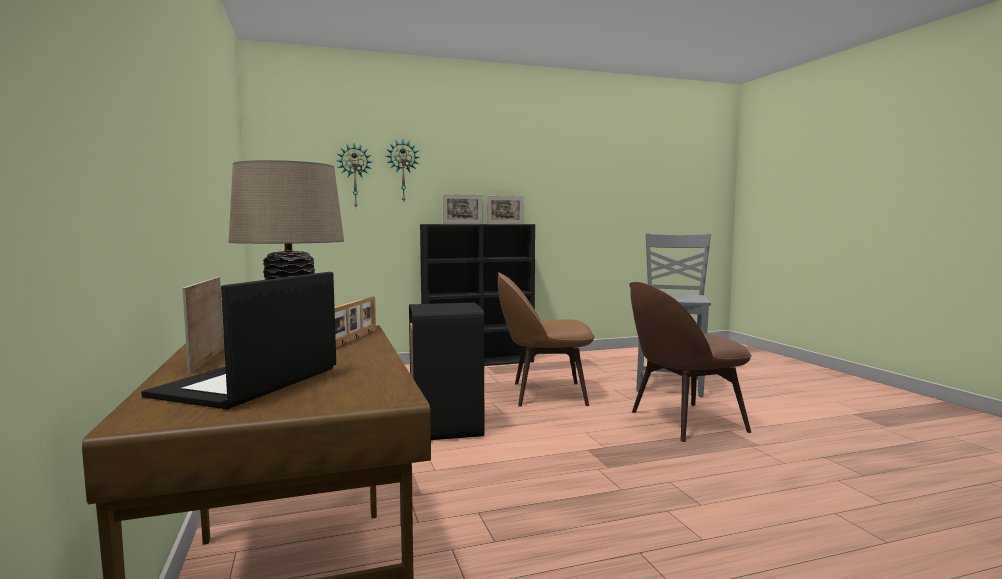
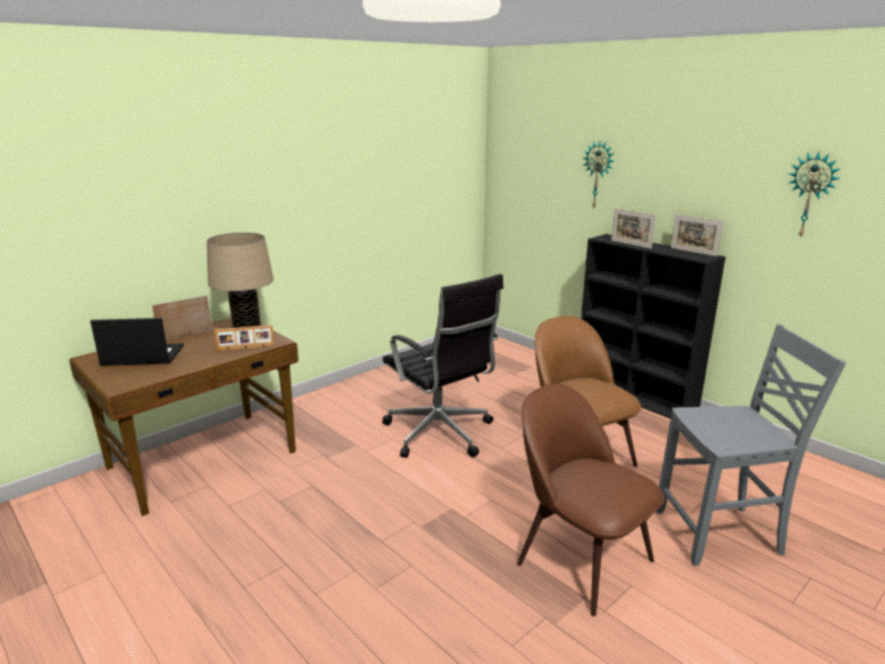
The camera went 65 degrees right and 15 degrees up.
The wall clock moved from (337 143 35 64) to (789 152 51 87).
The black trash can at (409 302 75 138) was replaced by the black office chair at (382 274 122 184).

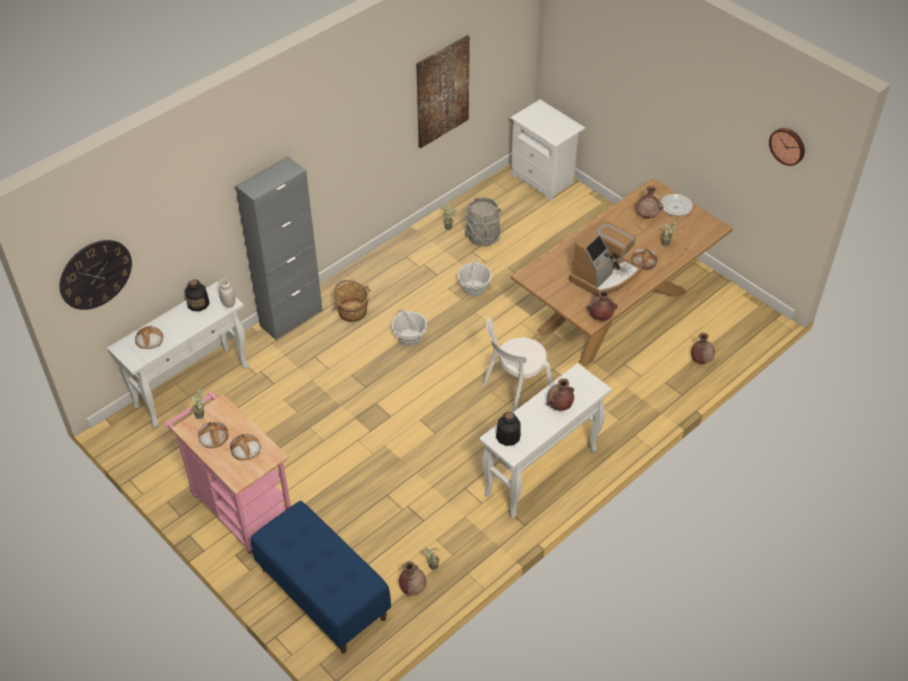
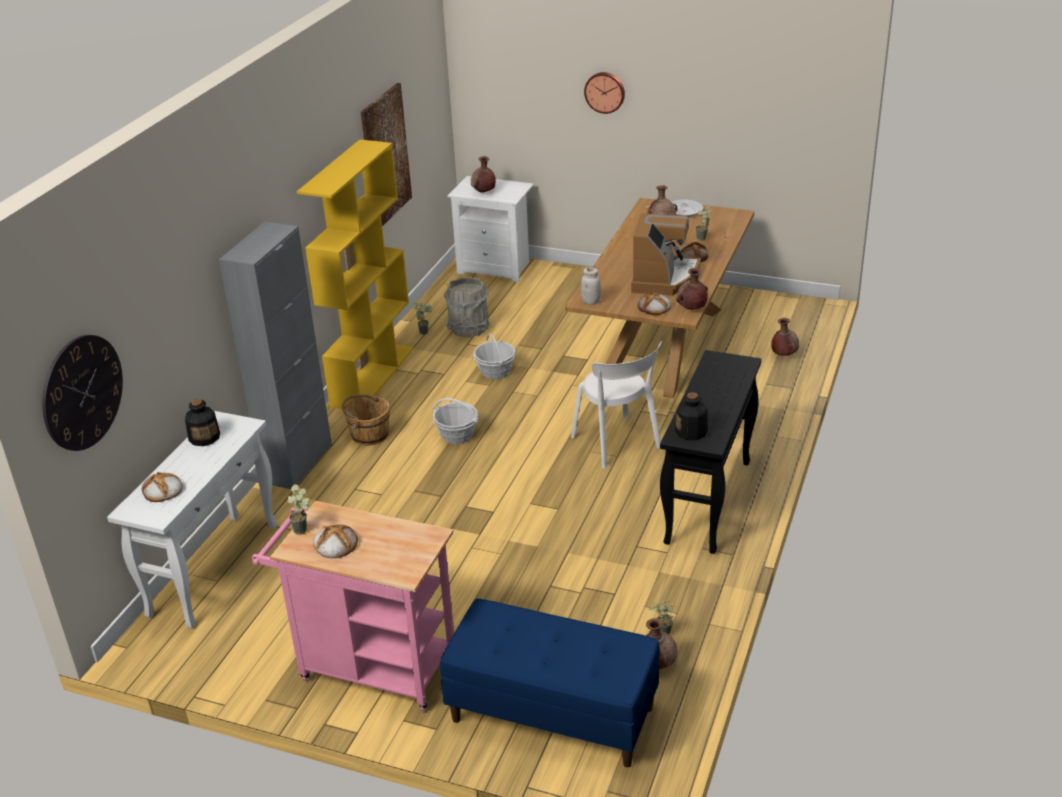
The camera went 25 degrees left and 15 degrees down.
The white jar moved from (219 279 16 29) to (581 267 20 38).
The bread moved from (230 434 31 26) to (637 293 34 22).
The white console table at (479 363 133 156) became the black console table at (660 350 102 204).
The white chair at (482 317 70 96) turned 60 degrees counterclockwise.
The brown vase moved from (546 378 28 33) to (471 156 25 37).
The wall clock moved from (769 128 36 38) to (584 72 41 42).
The yellow bookcase at (297 139 117 270) appeared.

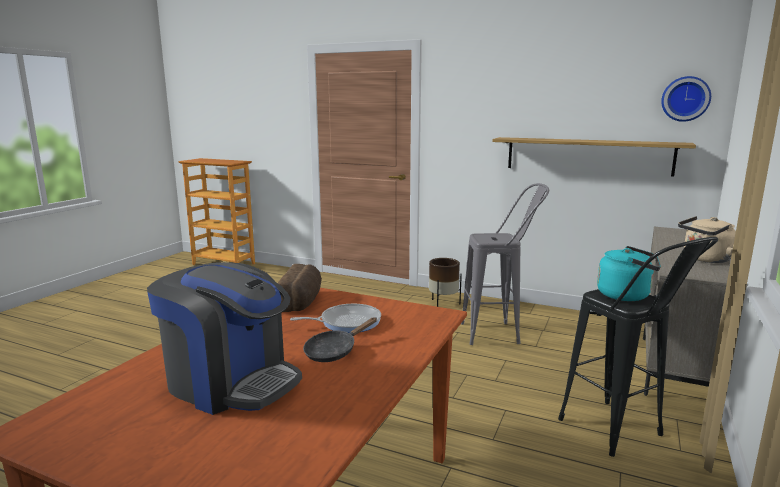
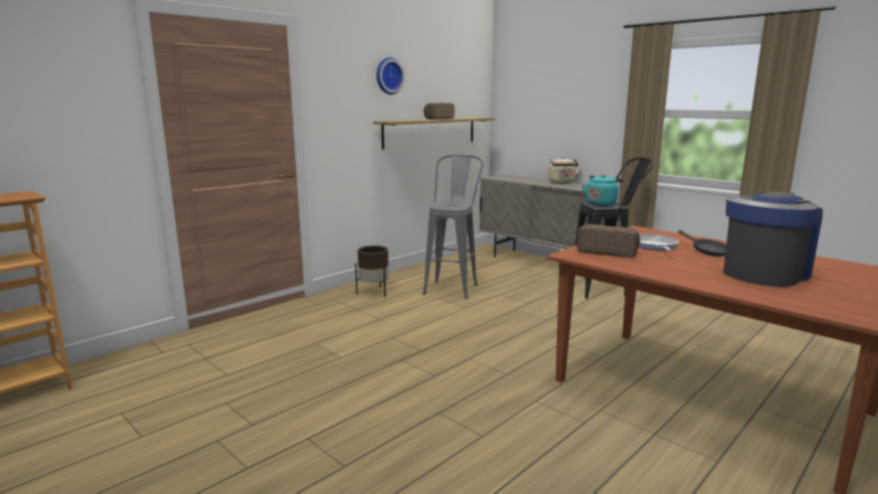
The camera went 70 degrees left and 0 degrees up.
The wall clock moved from (661 76 50 46) to (376 57 29 38).
The bread at (424 103 31 17) appeared.

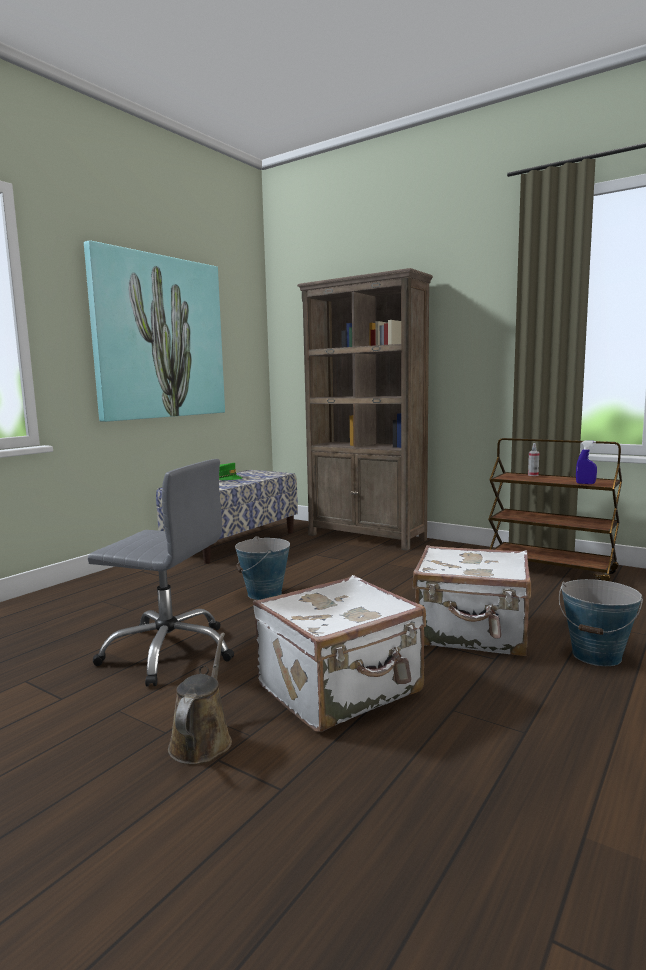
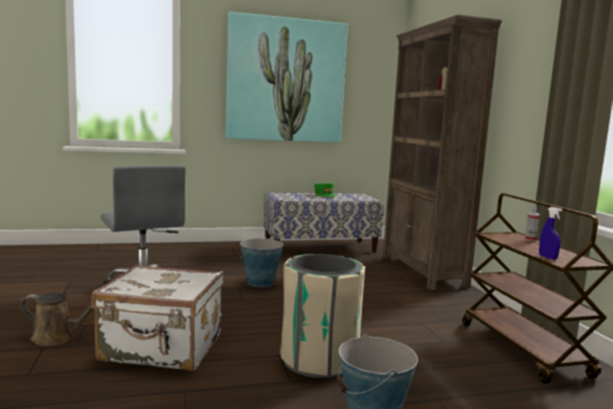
The camera went 40 degrees right and 0 degrees up.
The brown watering can at (168 633 64 132) turned 45 degrees clockwise.
The white suitcase at (413 545 118 111) was replaced by the beige trash can at (280 254 85 124).

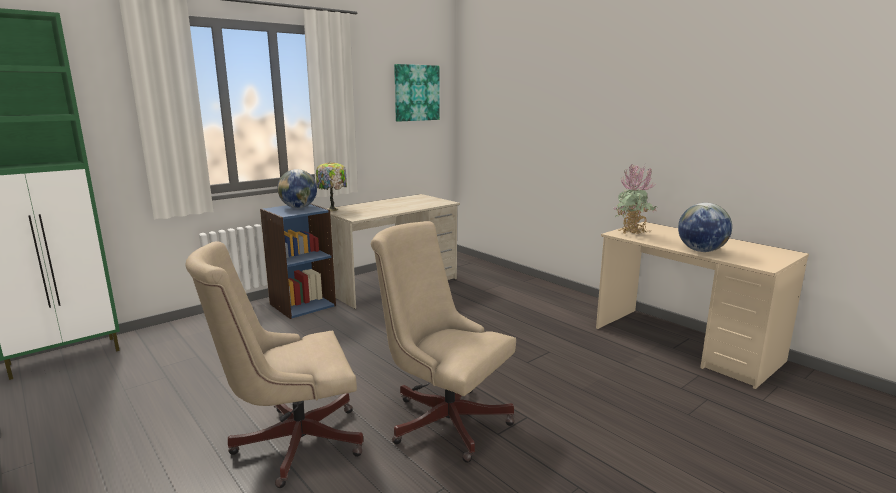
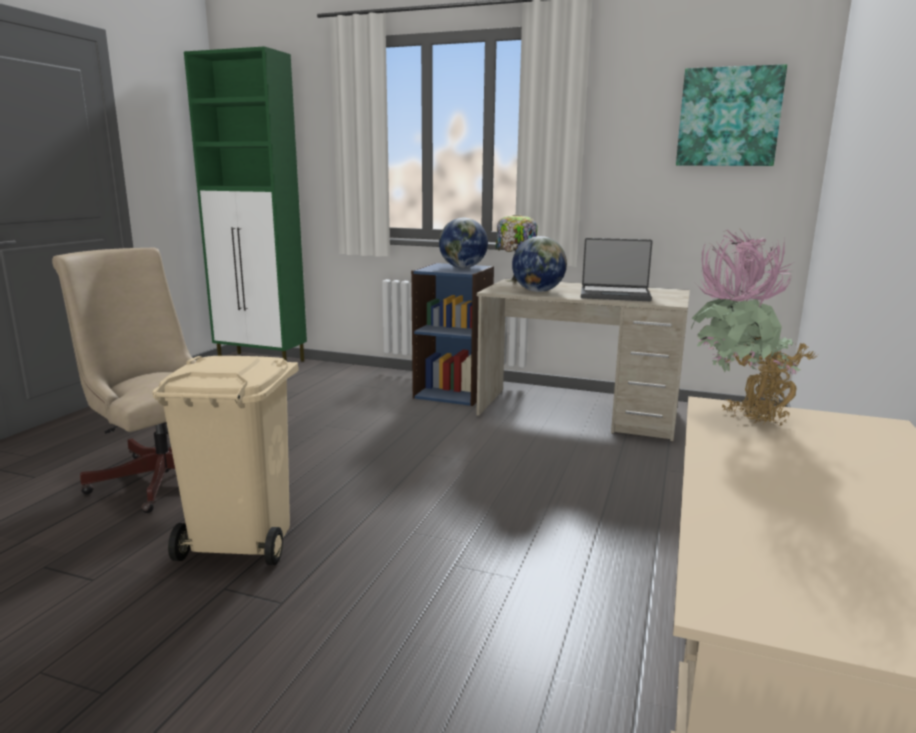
The camera went 60 degrees right and 0 degrees up.
The beige office chair at (371 221 145 242) was replaced by the beige trash can at (153 356 146 209).
The globe moved from (678 203 54 49) to (512 236 55 56).
The laptop at (581 238 72 63) appeared.

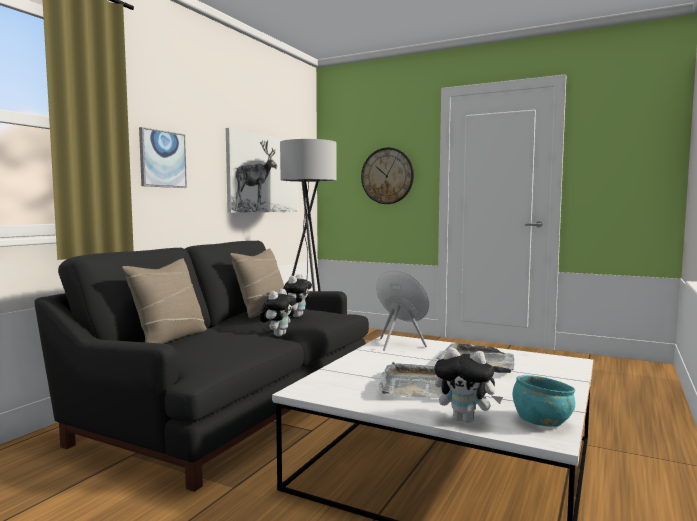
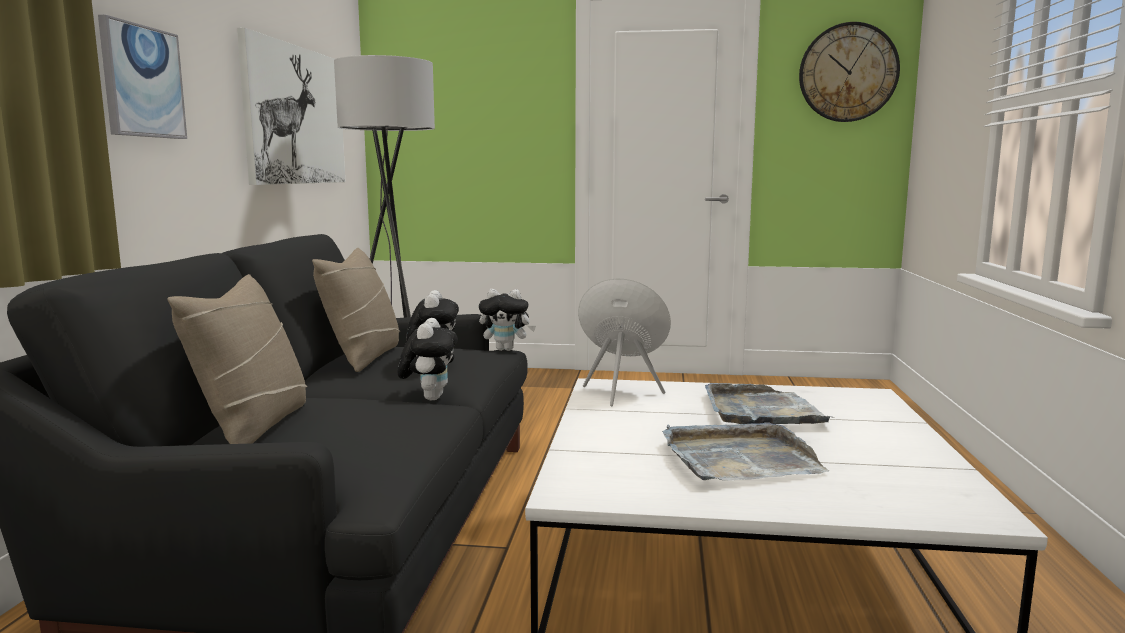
The camera went 20 degrees left and 5 degrees up.
The wall clock moved from (361 148 53 56) to (799 22 101 100).
The plush toy moved from (434 347 69 76) to (479 289 57 62).
The turquoise bowl at (513 375 62 52) disappeared.

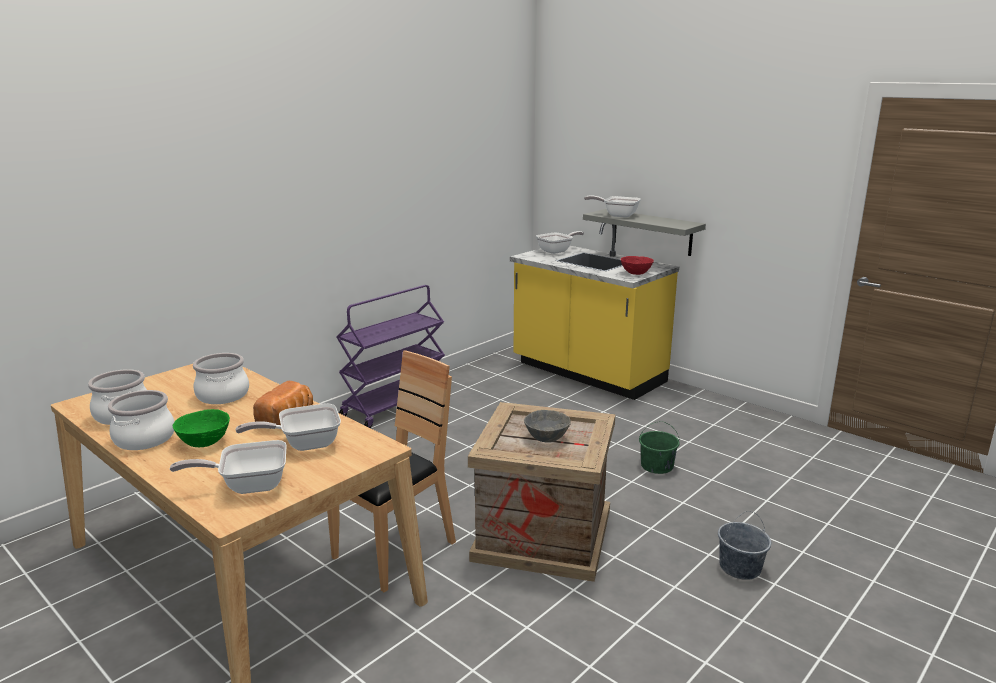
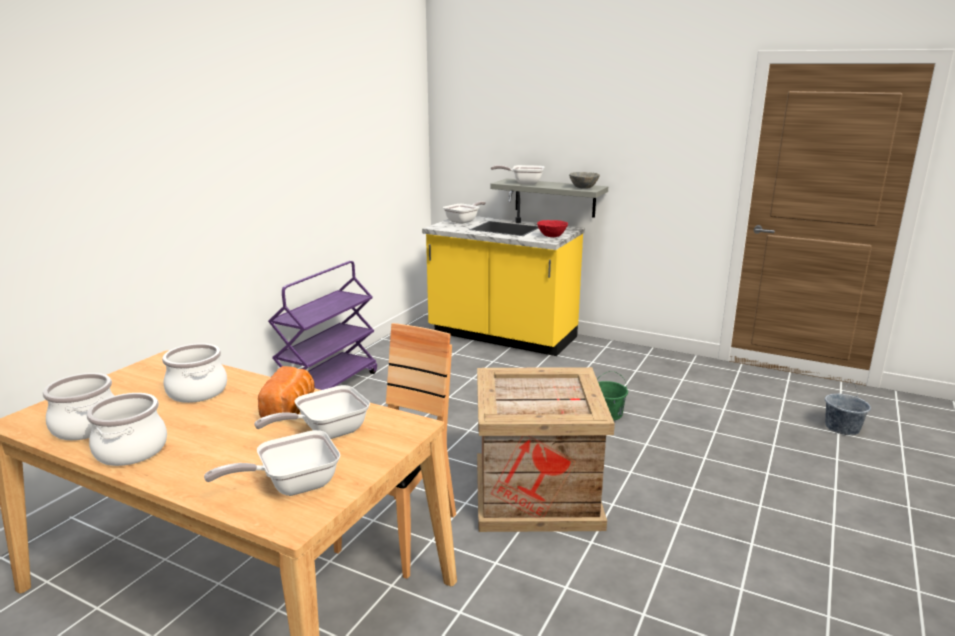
The camera went 15 degrees left and 0 degrees up.
The green bowl at (173 409 57 38) disappeared.
The grey bowl moved from (524 410 47 33) to (569 172 31 17).
The grey bucket moved from (718 511 53 69) to (825 383 46 52).

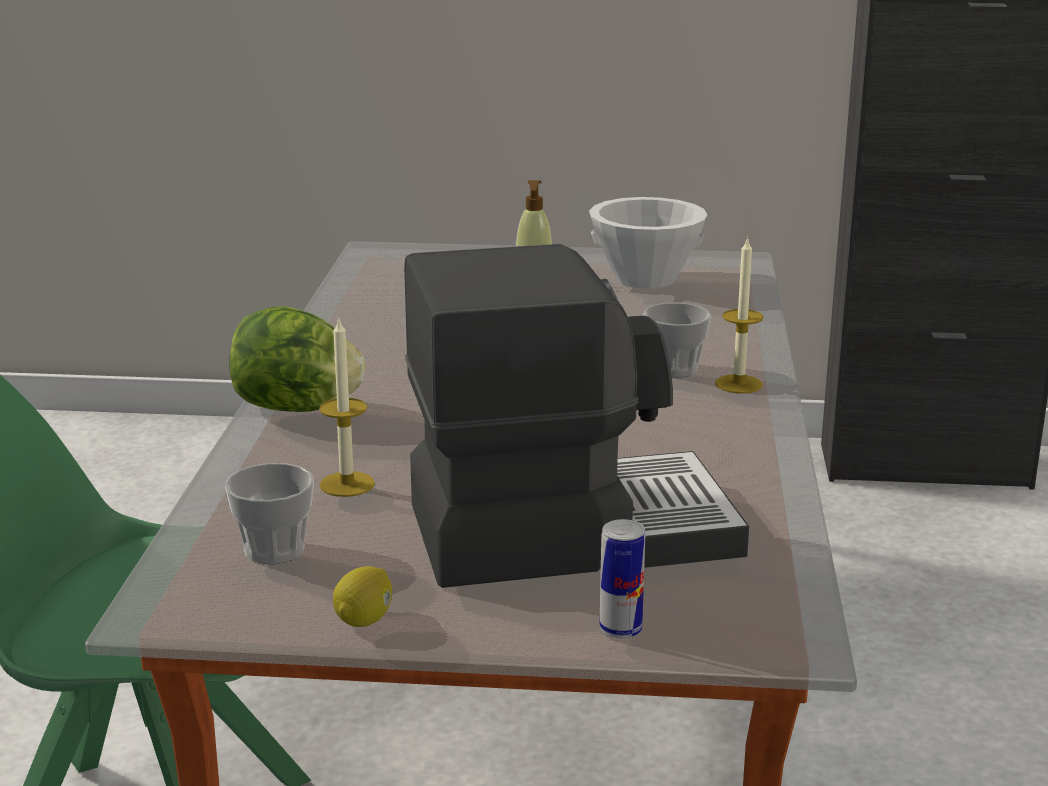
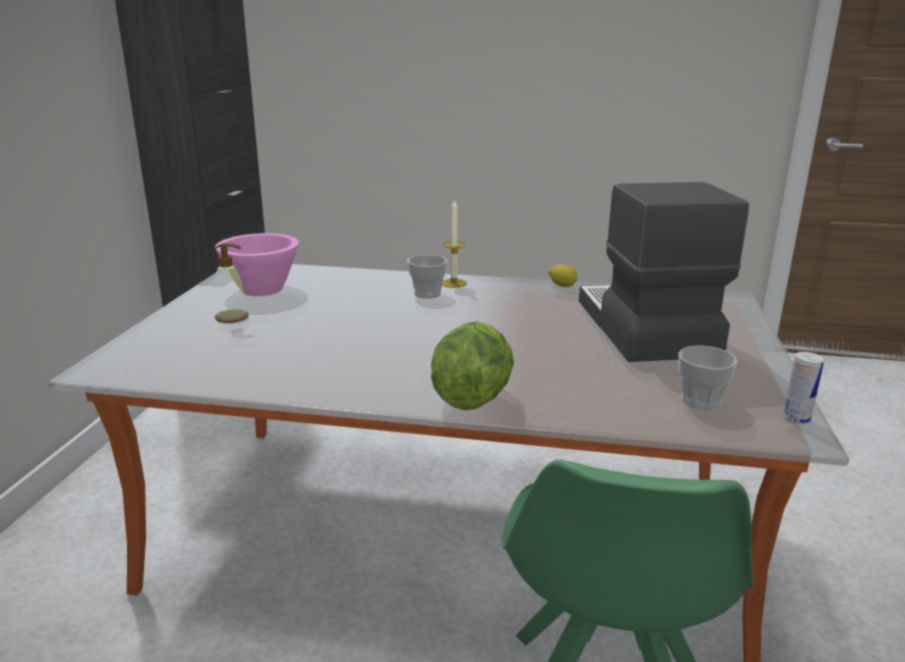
The camera went 85 degrees left and 0 degrees up.
The candle at (319 317 56 180) disappeared.
The lemon moved from (333 566 59 61) to (548 264 30 23).
The white bowl at (589 197 118 92) became the pink bowl at (215 233 84 63).
The can moved from (599 519 46 120) to (783 352 41 73).

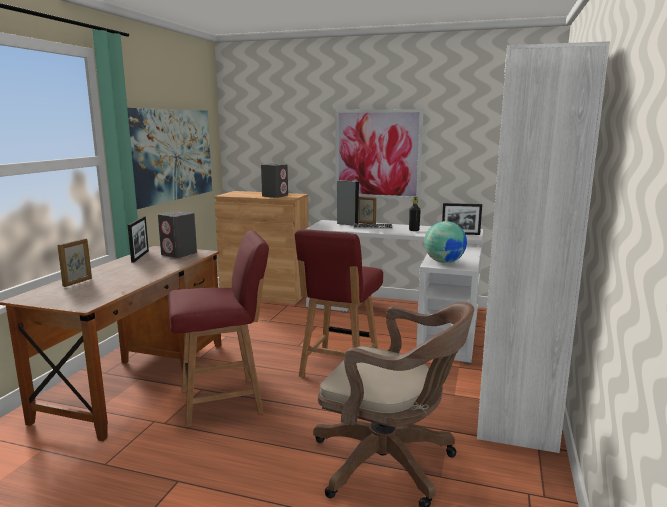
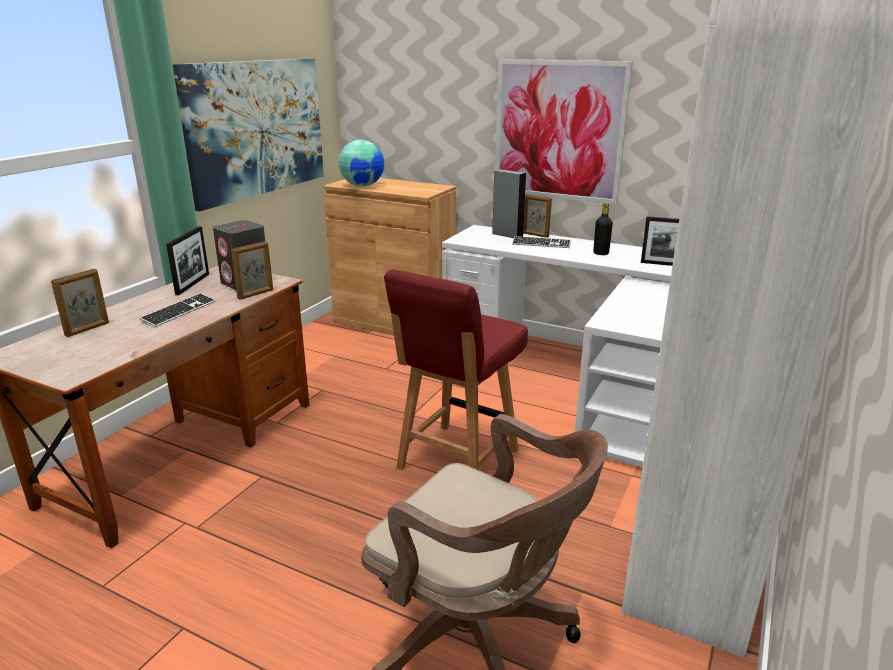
The camera went 10 degrees right and 10 degrees up.
The red chair at (168 230 101 197) disappeared.
The grey speaker at (261 163 27 35) disappeared.
The globe moved from (424 221 43 42) to (339 140 45 47).
The keyboard at (139 293 77 34) appeared.
The picture frame at (231 241 42 59) appeared.

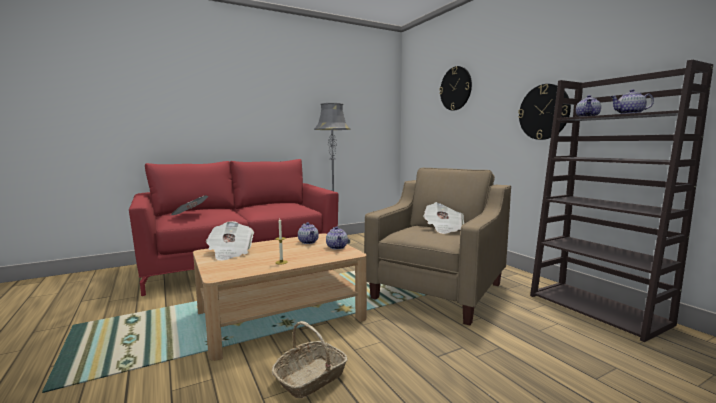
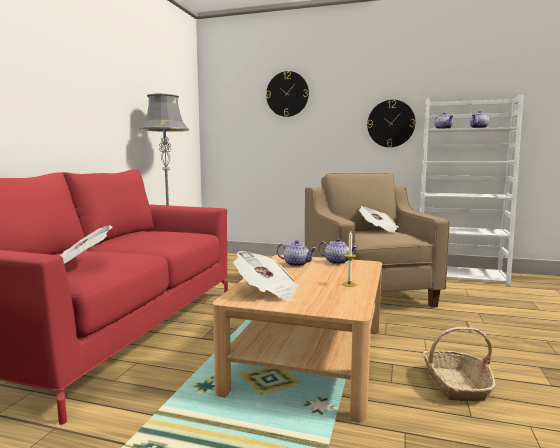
The camera went 45 degrees left and 0 degrees up.
The brown bookcase at (530 59 183 283) became the white bookcase at (419 95 105 190).

